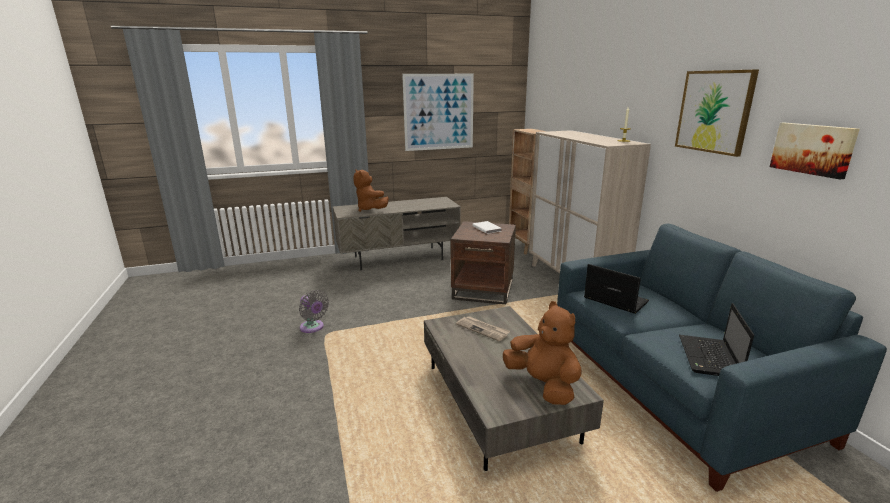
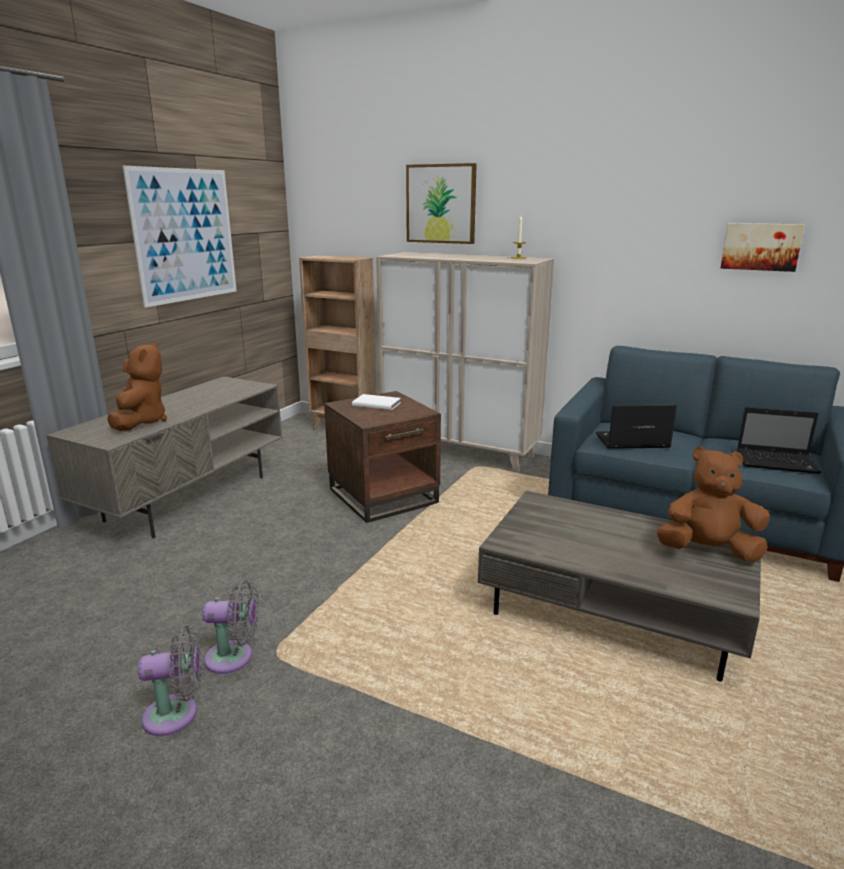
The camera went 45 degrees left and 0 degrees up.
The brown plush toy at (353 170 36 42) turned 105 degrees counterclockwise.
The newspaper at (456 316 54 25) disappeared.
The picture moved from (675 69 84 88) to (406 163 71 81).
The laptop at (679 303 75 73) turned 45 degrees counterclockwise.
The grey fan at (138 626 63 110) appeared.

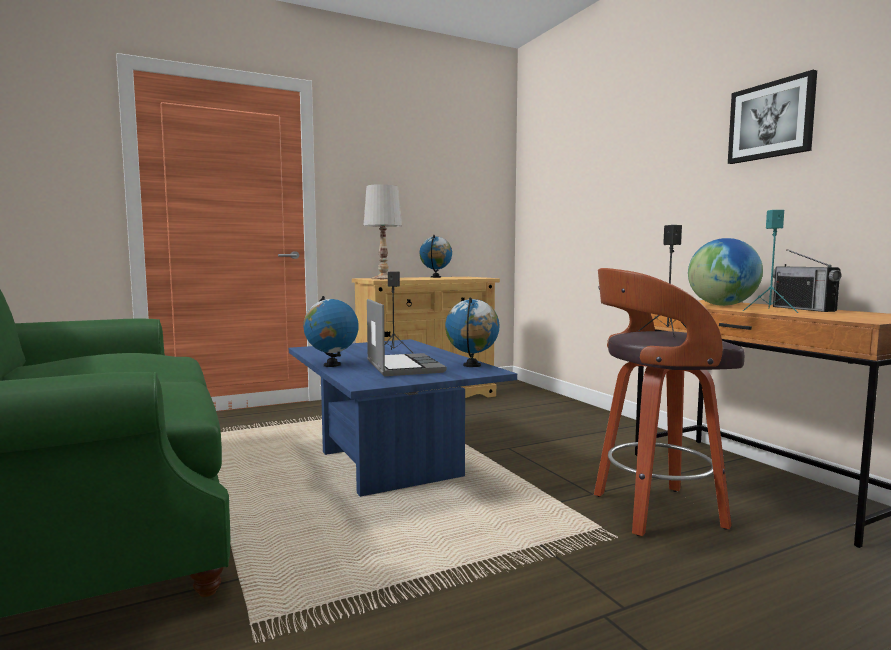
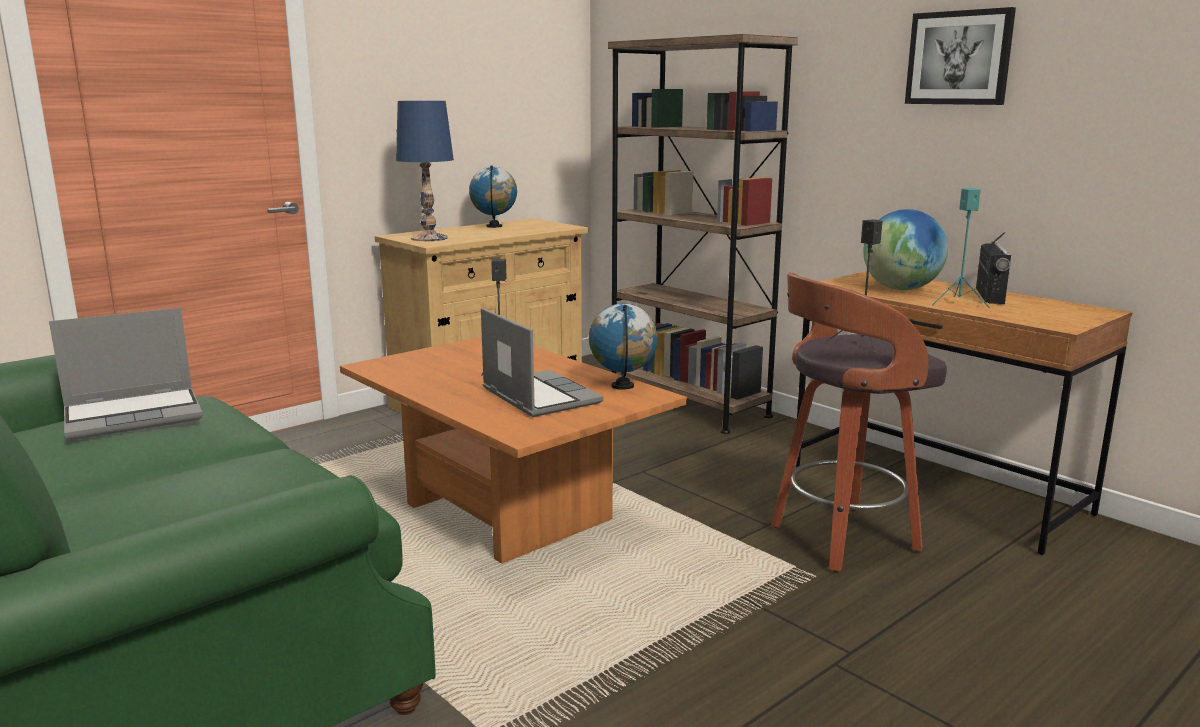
The camera went 15 degrees left and 10 degrees up.
The blue coffee table at (289 339 228 158) became the orange coffee table at (340 336 347 228).
The globe at (304 296 55 71) disappeared.
The white table lamp at (363 184 39 95) became the blue table lamp at (396 101 58 140).
The radio at (773 249 68 63) turned 135 degrees counterclockwise.
The laptop at (49 308 154 132) appeared.
The brown bookcase at (608 34 190 400) appeared.

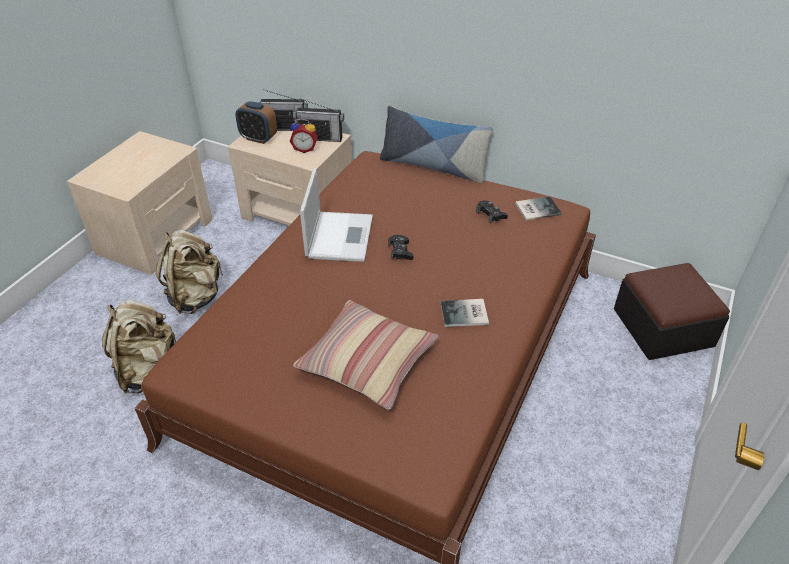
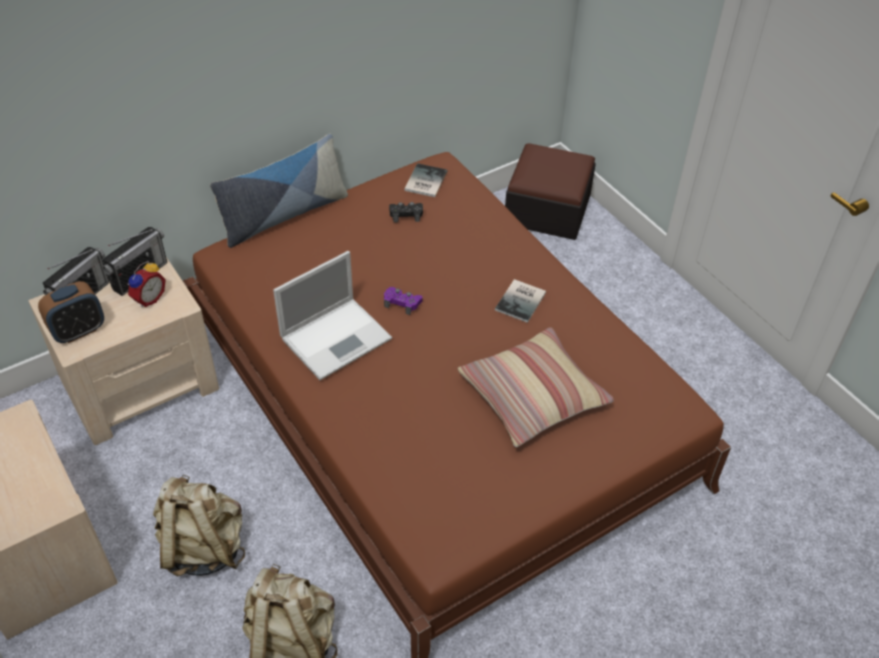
The camera went 60 degrees left and 5 degrees up.
The laptop at (300 168 73 94) turned 105 degrees clockwise.
The black game controller at (388 235 25 25) became the purple game controller at (384 287 39 28).

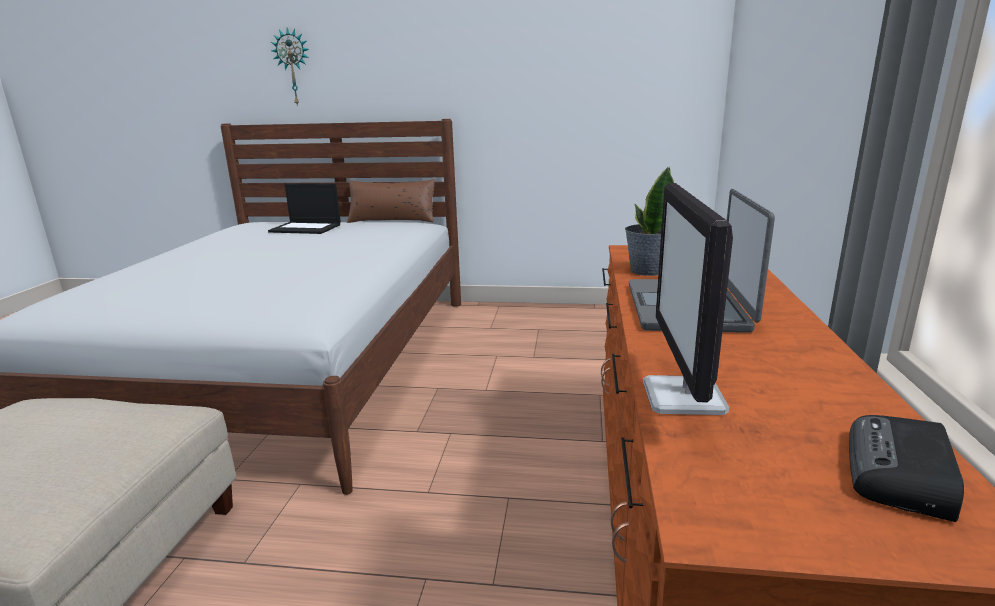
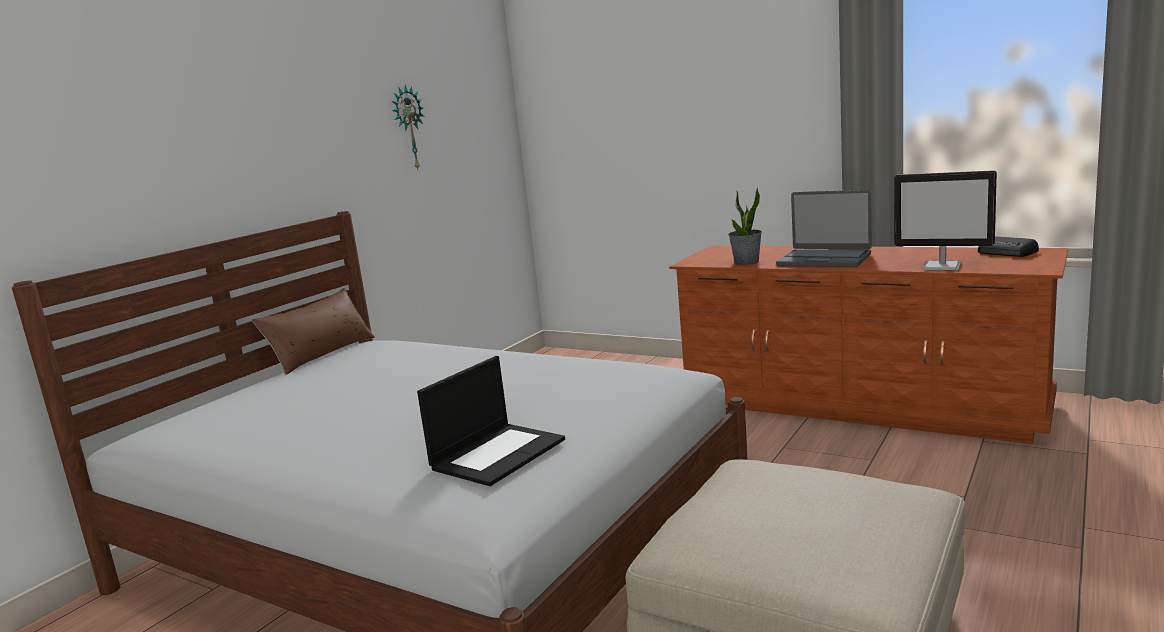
The camera went 65 degrees left and 5 degrees down.
The laptop moved from (268 183 73 51) to (417 356 148 130).
The wall clock moved from (271 28 38 79) to (392 85 33 85).

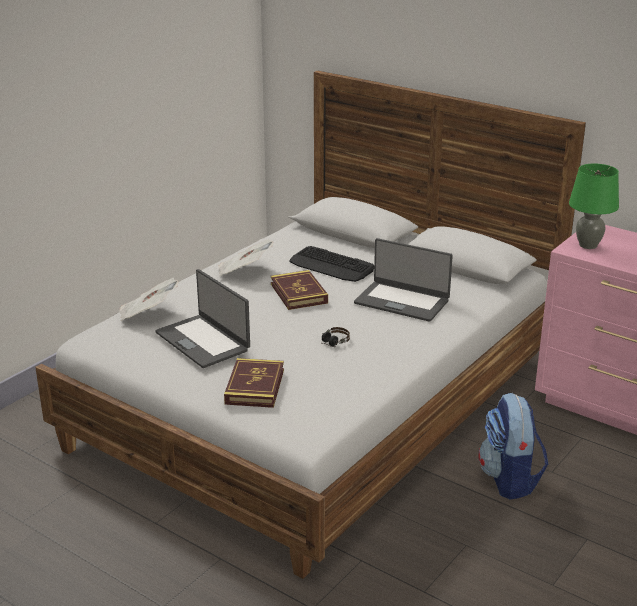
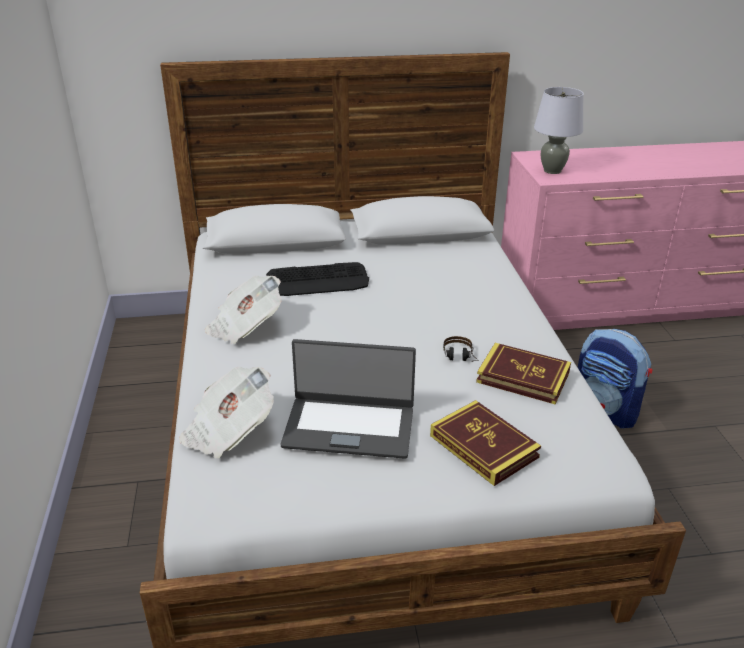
The camera went 45 degrees left and 5 degrees up.
The book moved from (271 270 57 40) to (476 343 95 61).
The laptop at (354 238 99 84) disappeared.
The green table lamp at (569 164 50 85) became the grey table lamp at (534 87 50 87).

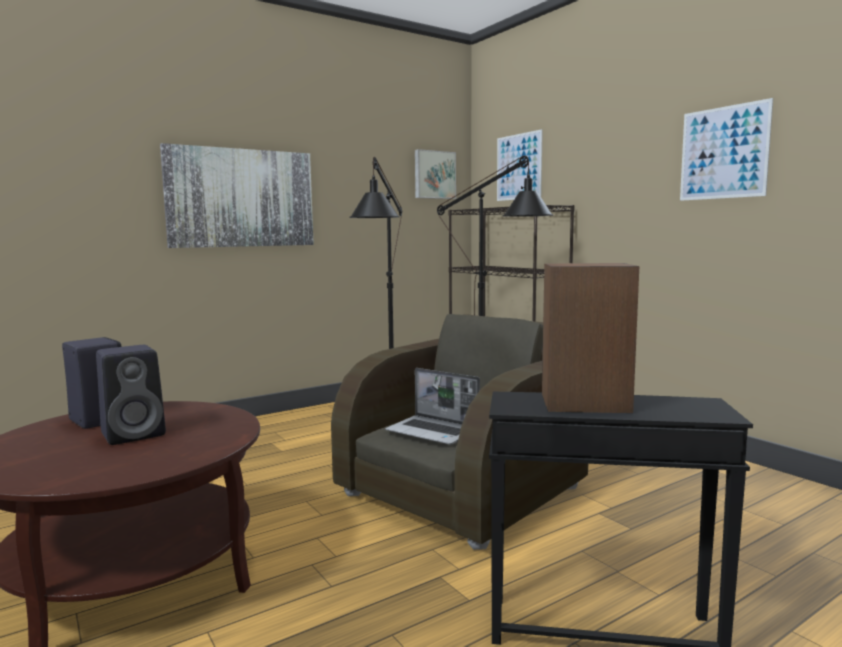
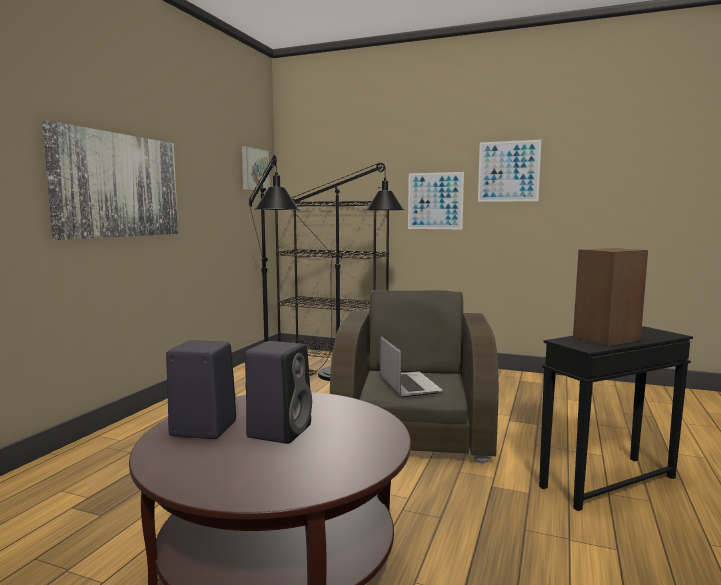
The camera went 35 degrees left and 0 degrees up.
The laptop at (385 368 95 77) turned 105 degrees counterclockwise.
The picture moved from (497 129 46 72) to (408 172 56 57).

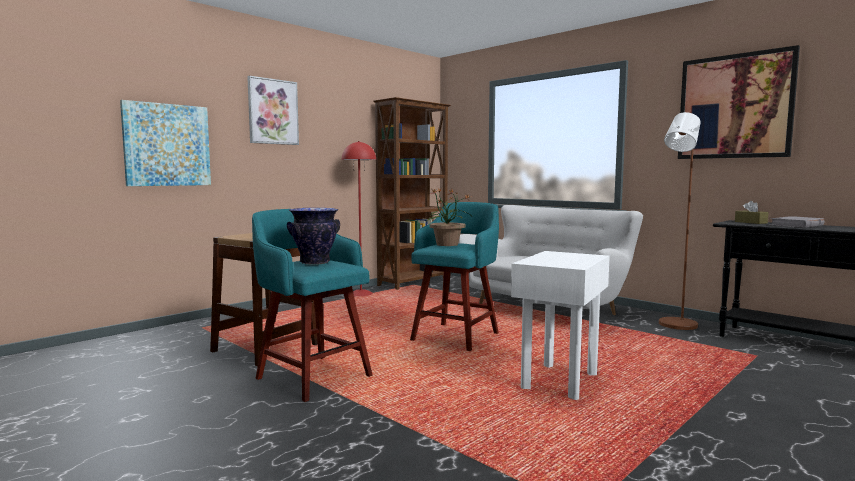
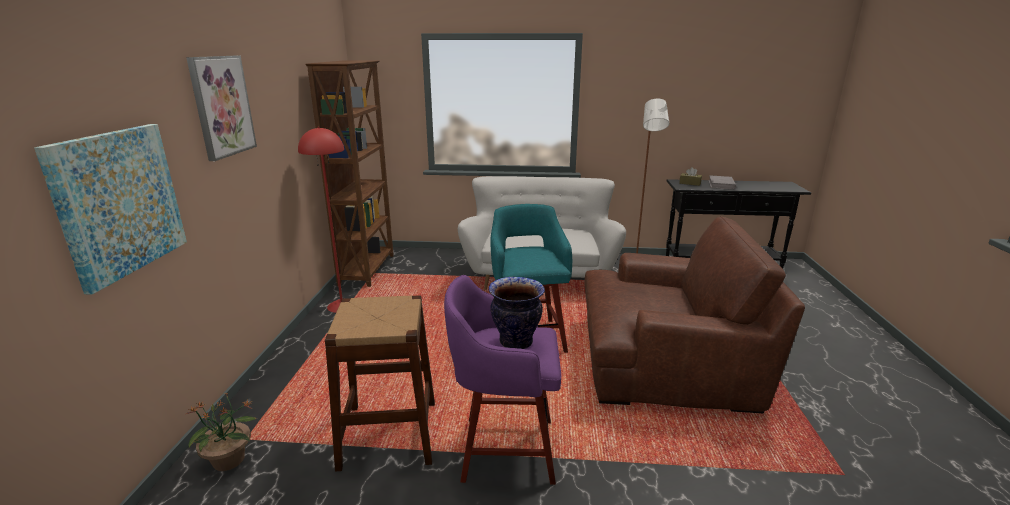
The camera went 40 degrees left and 15 degrees up.
The turquoise stool at (252 209 121 193) became the purple stool at (444 275 117 210).
The potted plant moved from (426 188 46 58) to (186 392 71 79).
The white side table at (511 251 99 149) was replaced by the brown armchair at (585 217 220 197).
The picture at (678 45 122 114) disappeared.

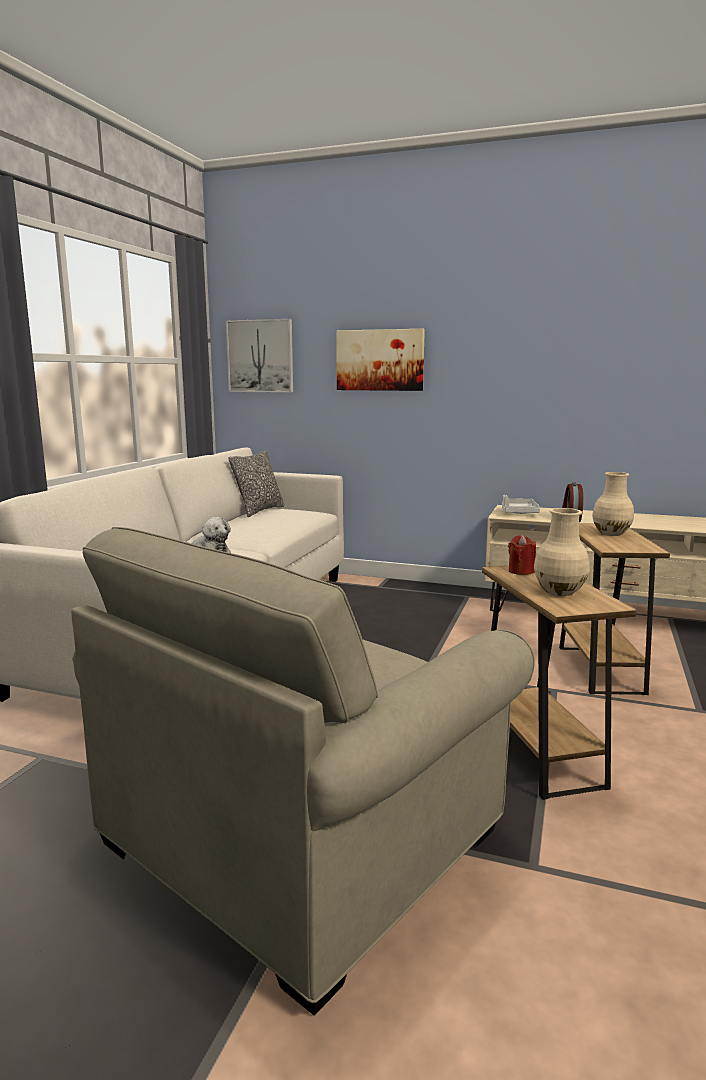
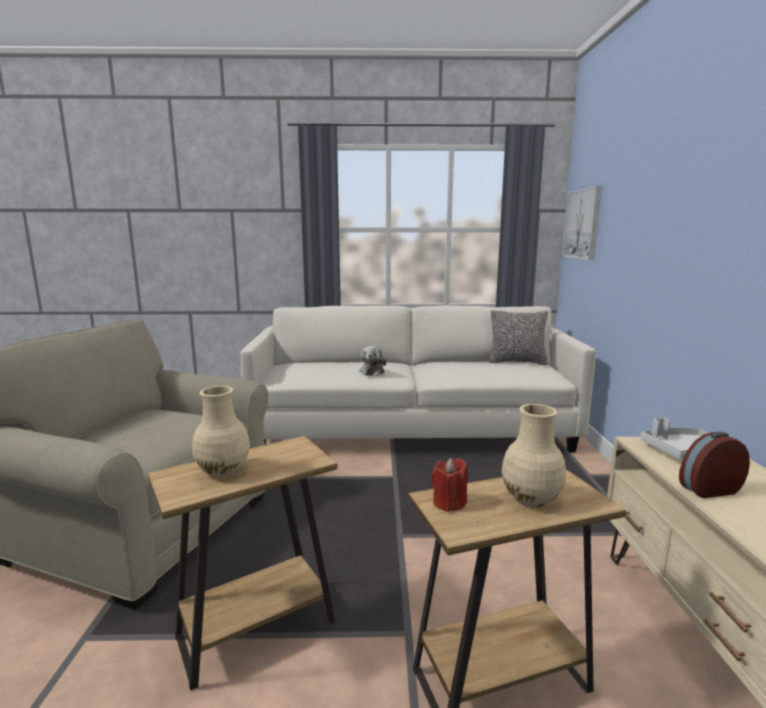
The camera went 70 degrees right and 0 degrees up.
The picture at (336 329 89 62) disappeared.
The red candle moved from (508 535 28 40) to (431 458 37 54).

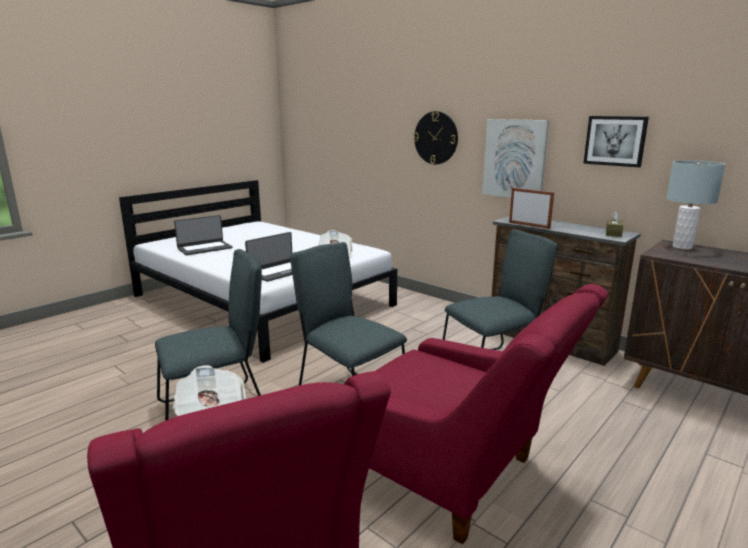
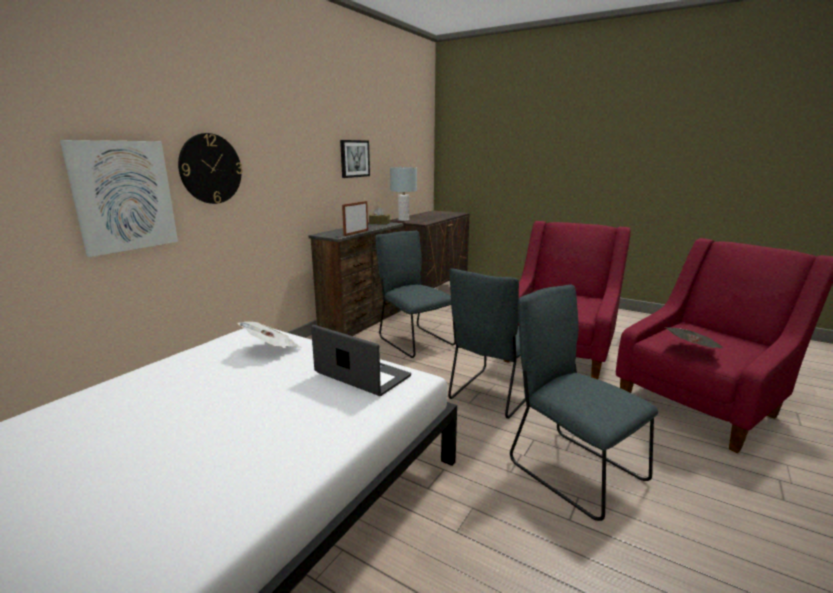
The camera went 100 degrees left and 0 degrees up.
The laptop at (174 215 59 40) disappeared.
The picture moved from (482 119 67 79) to (60 140 118 117).

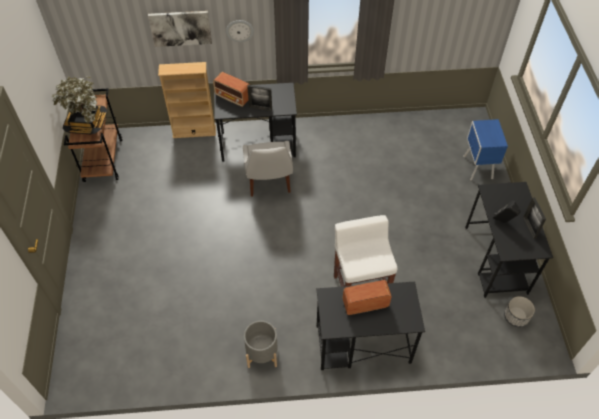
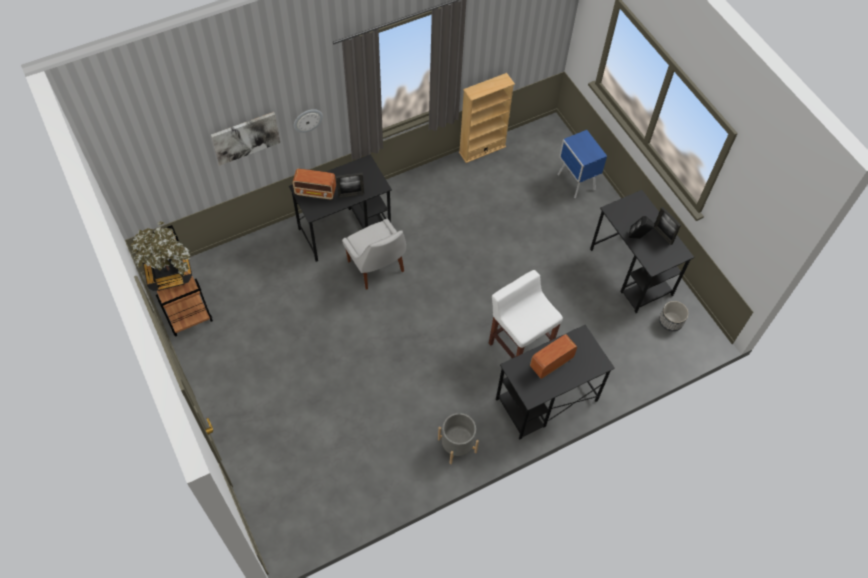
The camera went 25 degrees left and 5 degrees up.
The beige bookcase moved from (158 62 58 76) to (459 73 56 90).

